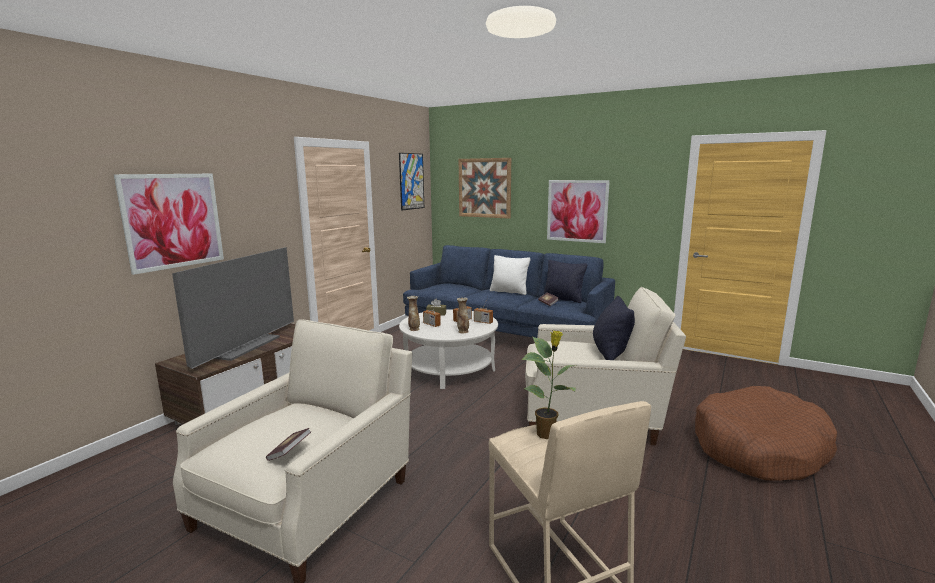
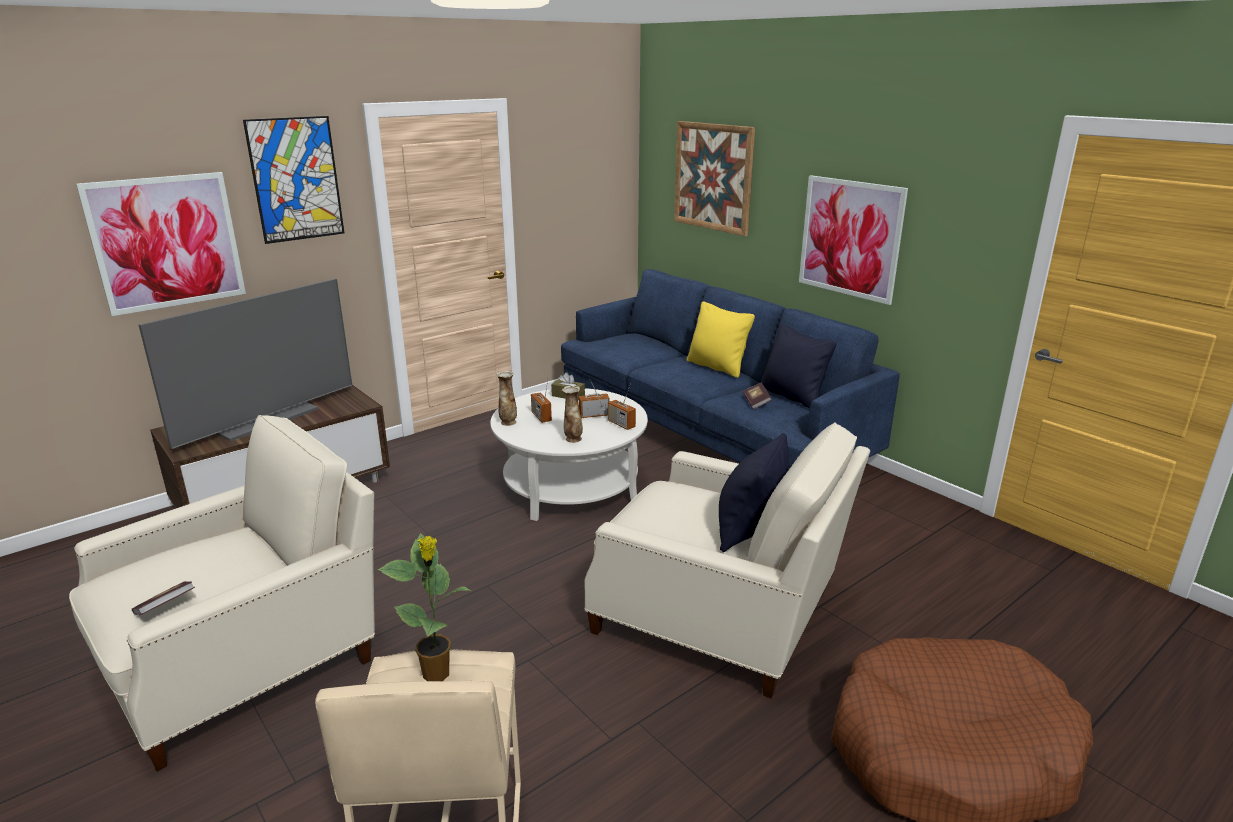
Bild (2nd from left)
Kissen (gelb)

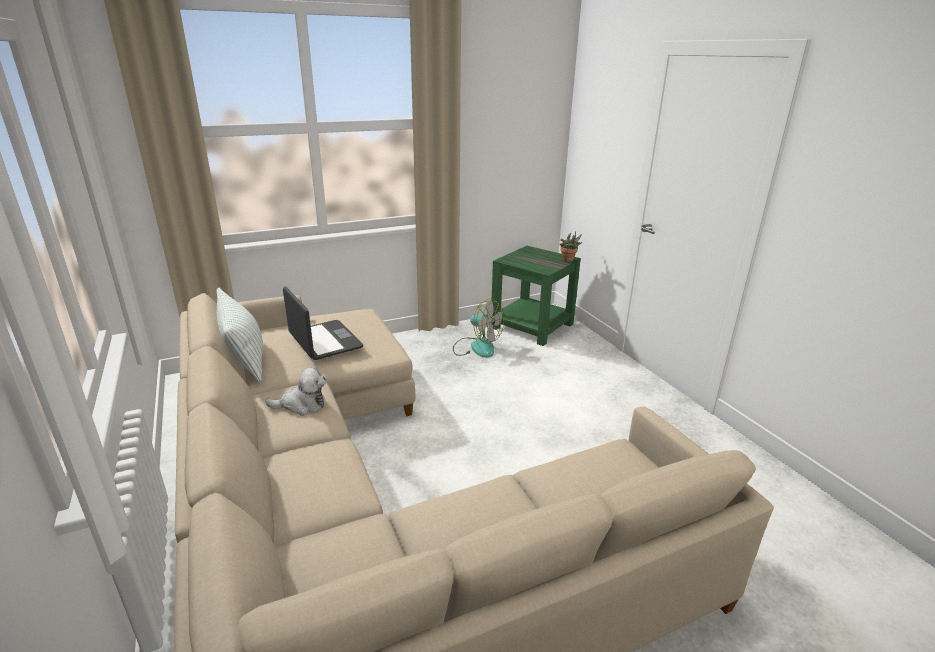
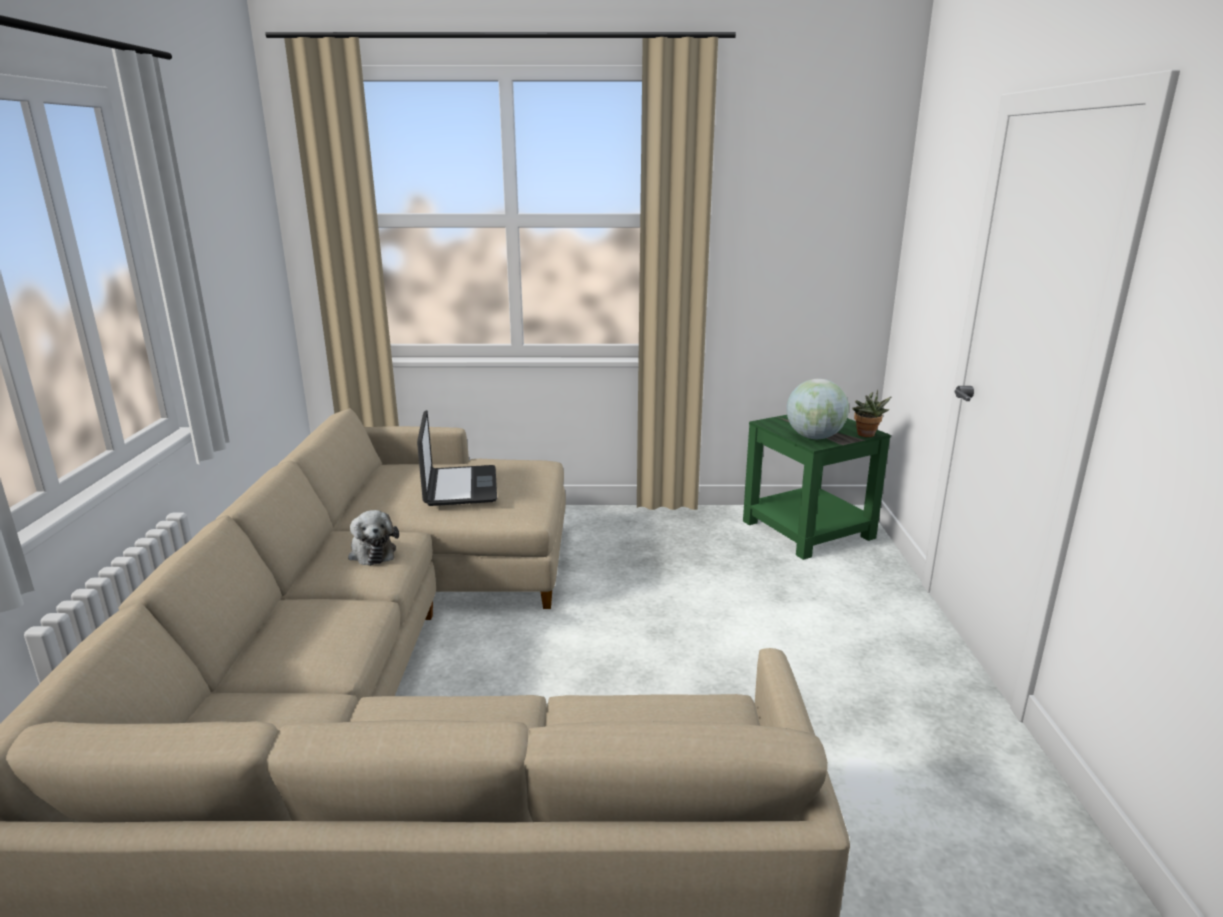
Plüschtier
Globus
Kissen
Ventilator

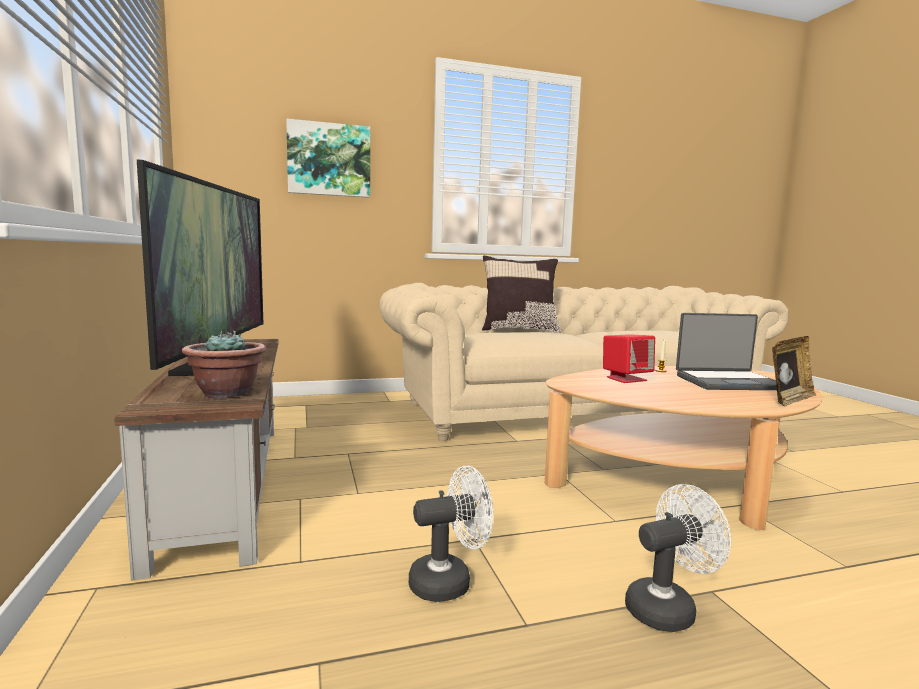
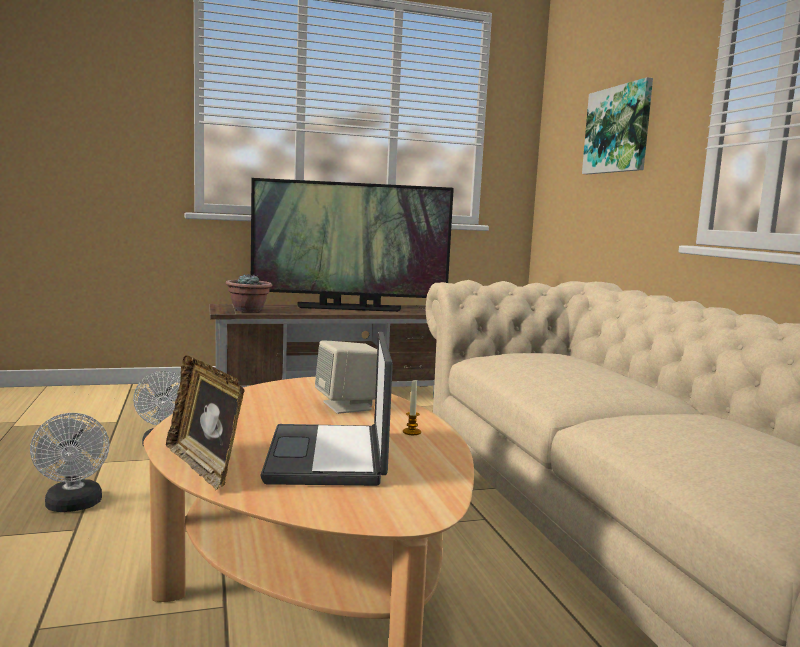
Lautsprecher (beige)
Kissen

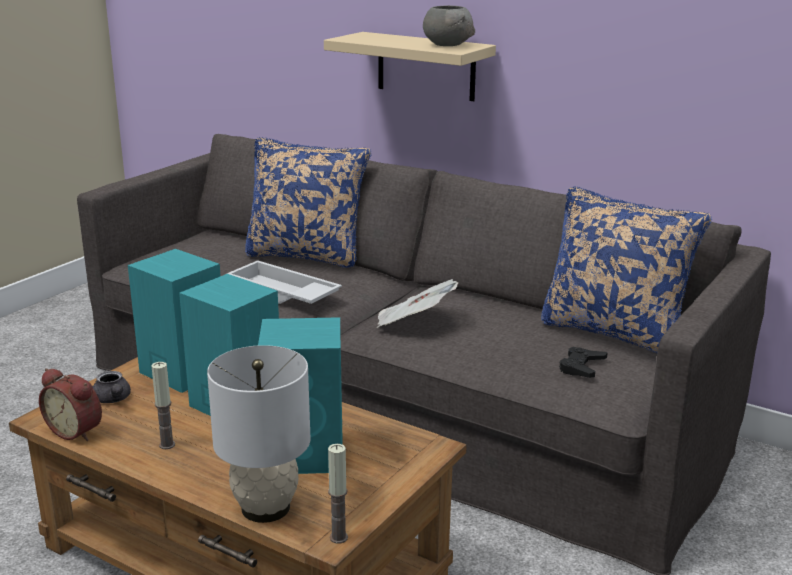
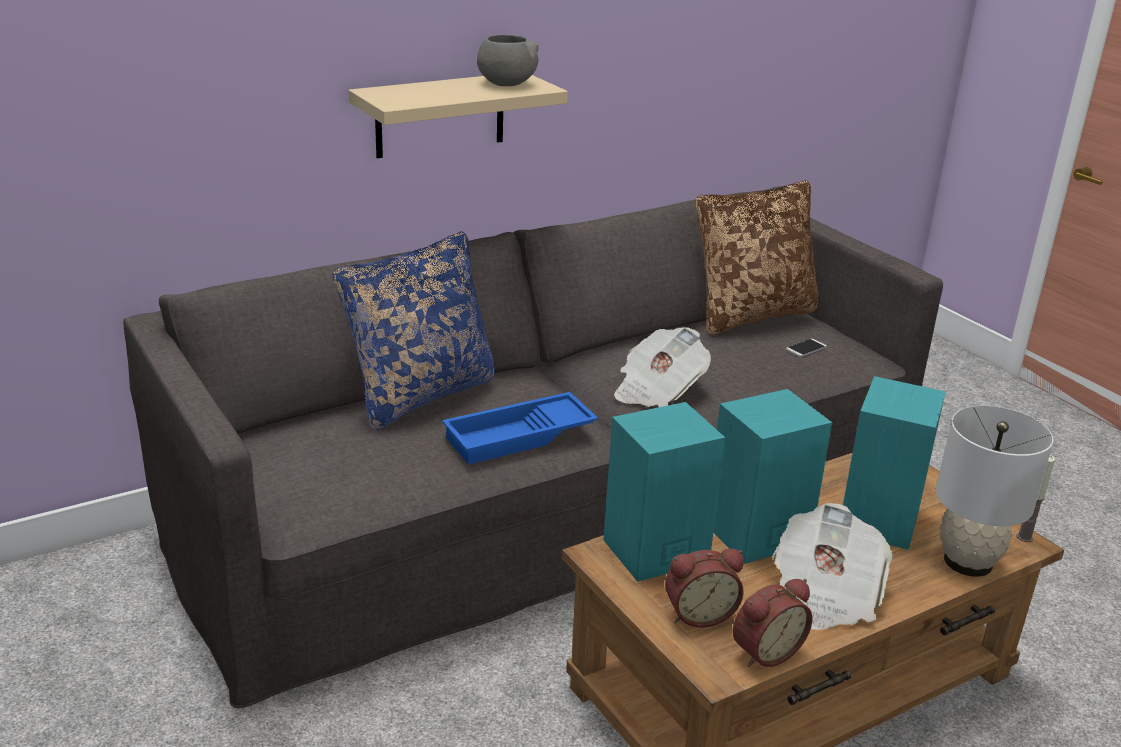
Tablett (blau)
Wecker (1st from left)
Kissen (braun)
Zeitung (2nd from left)
Handy

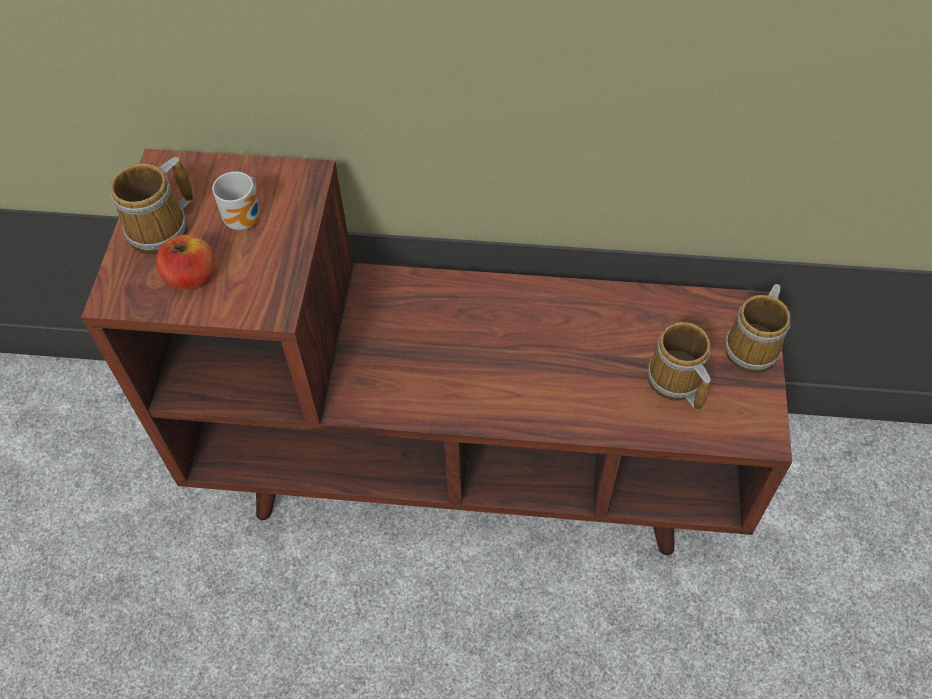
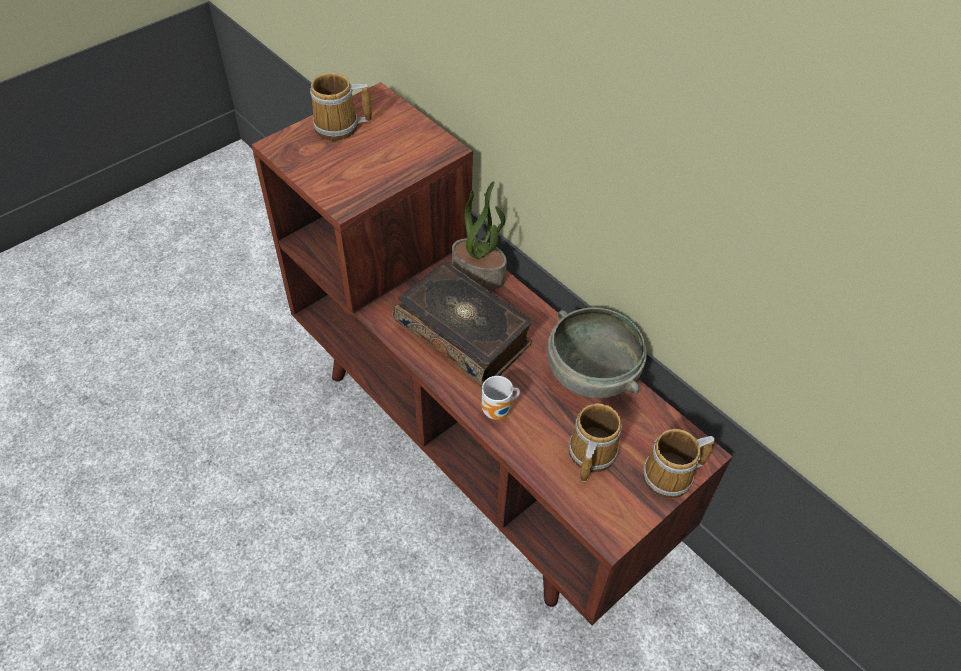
Buch
Topfpflanze
Henkelbecher (2nd from left)
Schüssel (grau)
Apfel

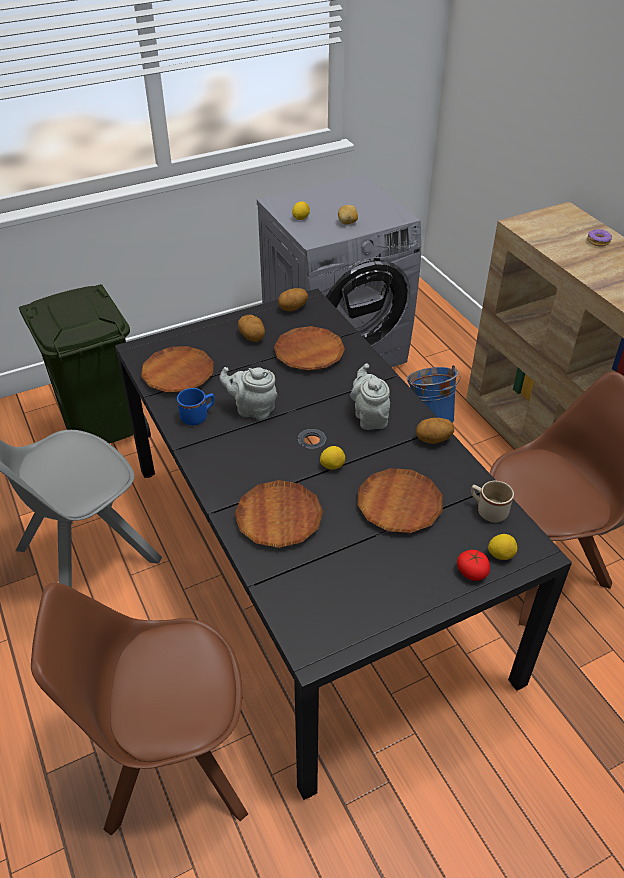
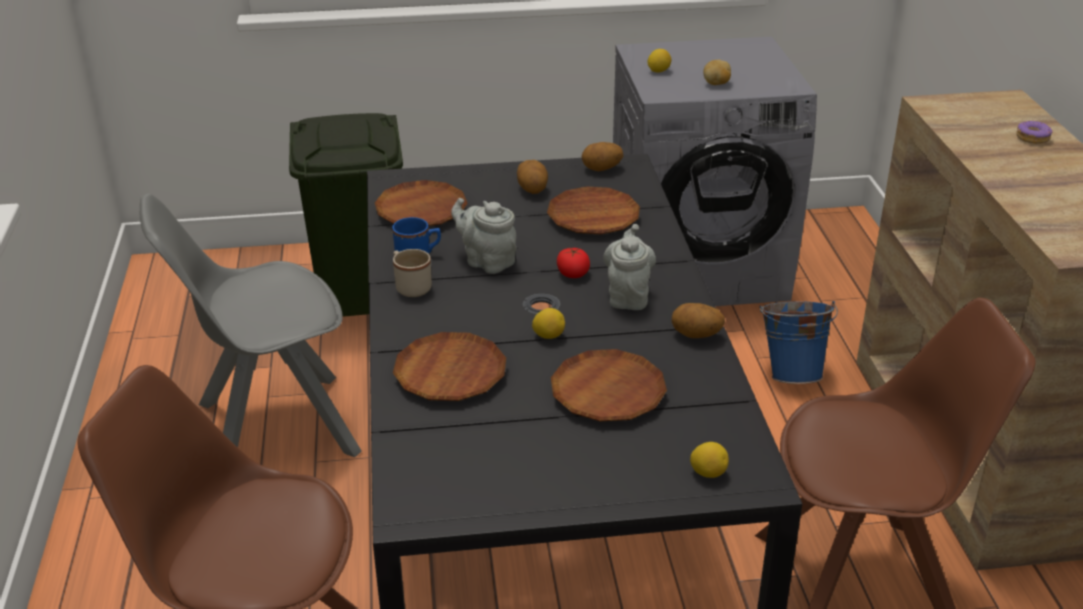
Henkelbecher (beige)
Tomate

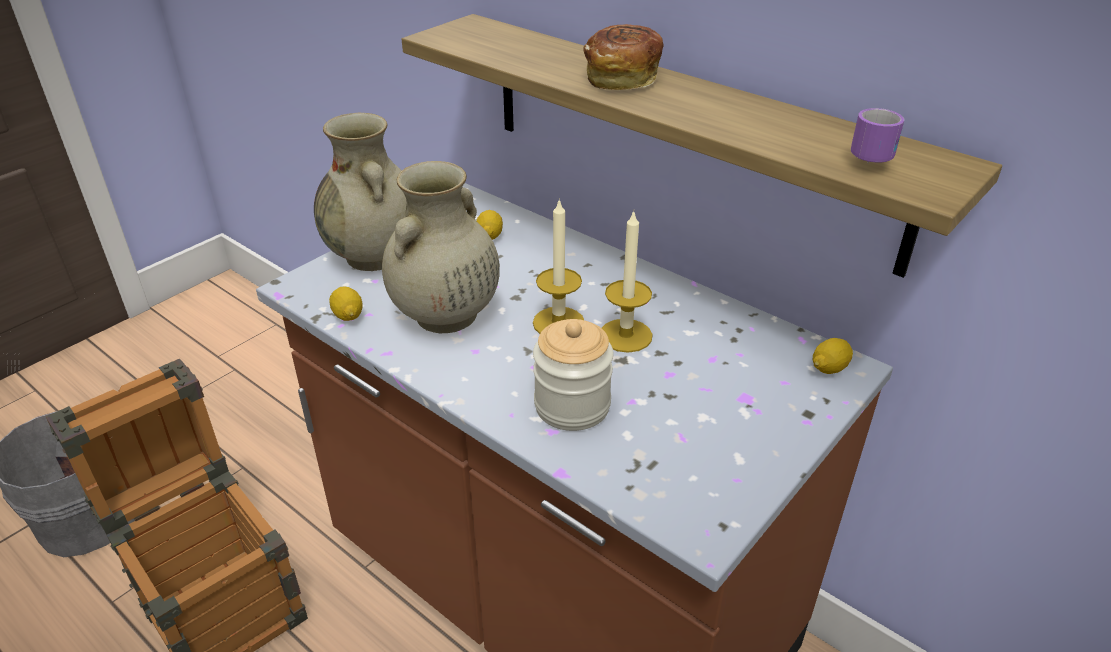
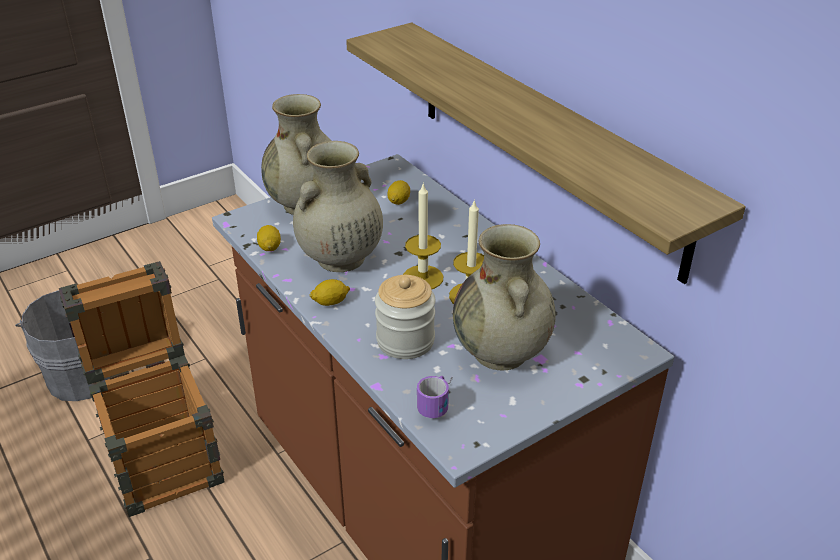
Zitrone (2nd from left)
Henkelbecher
Vase (beige) (3rd from left)
Brot

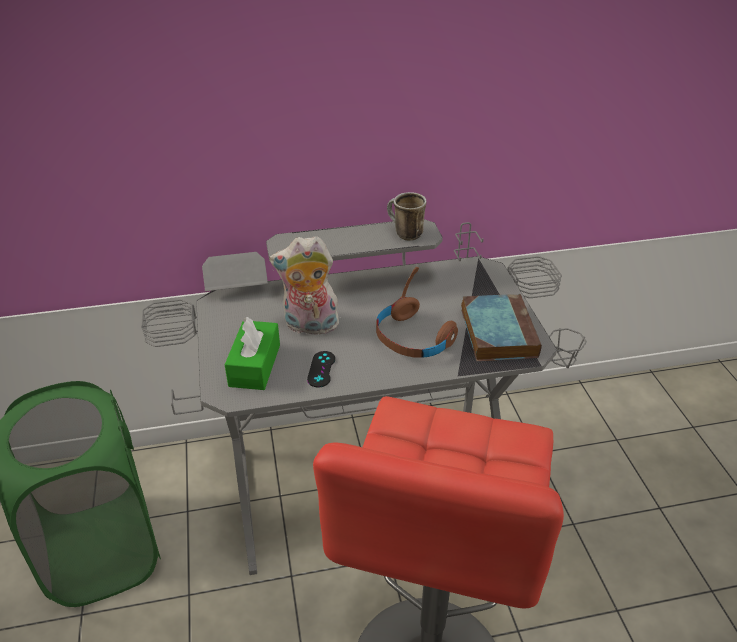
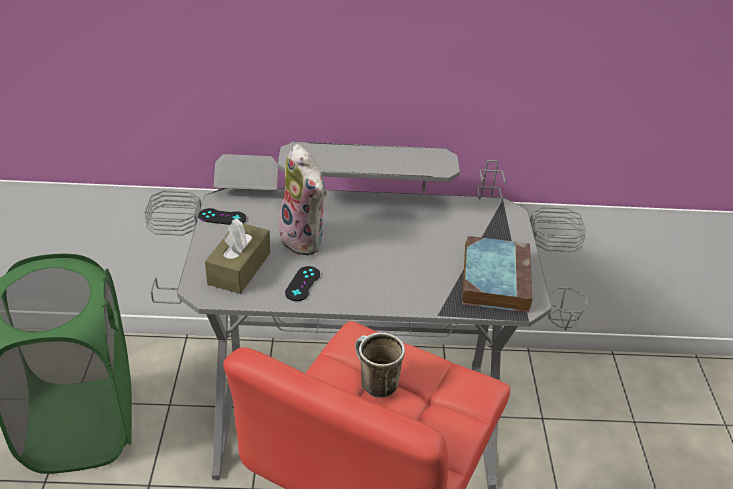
Gamepad (schwarz) (1st from left)
Taschentuchbox (braun)
Plüschtier
Henkelbecher
Kopfhörer (braun)

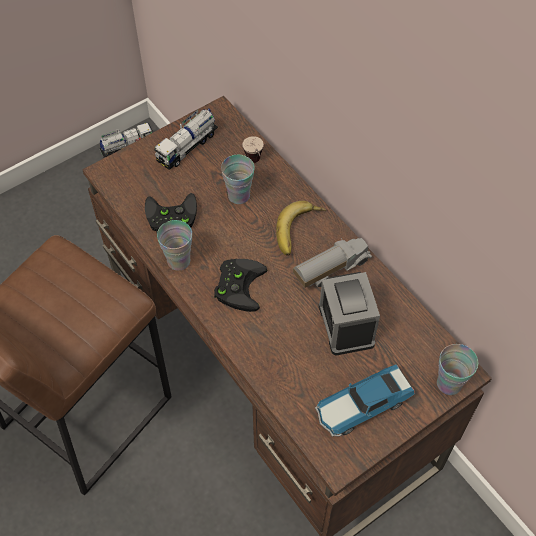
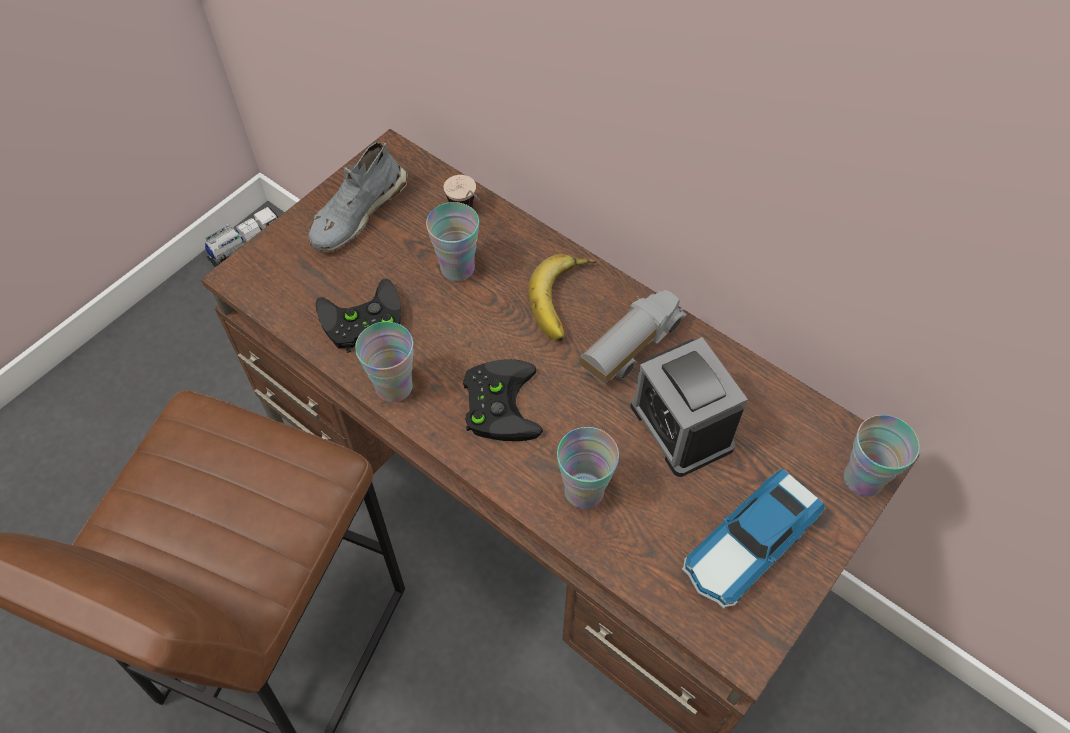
Schuh (grau)
Tasse (4th from left)

